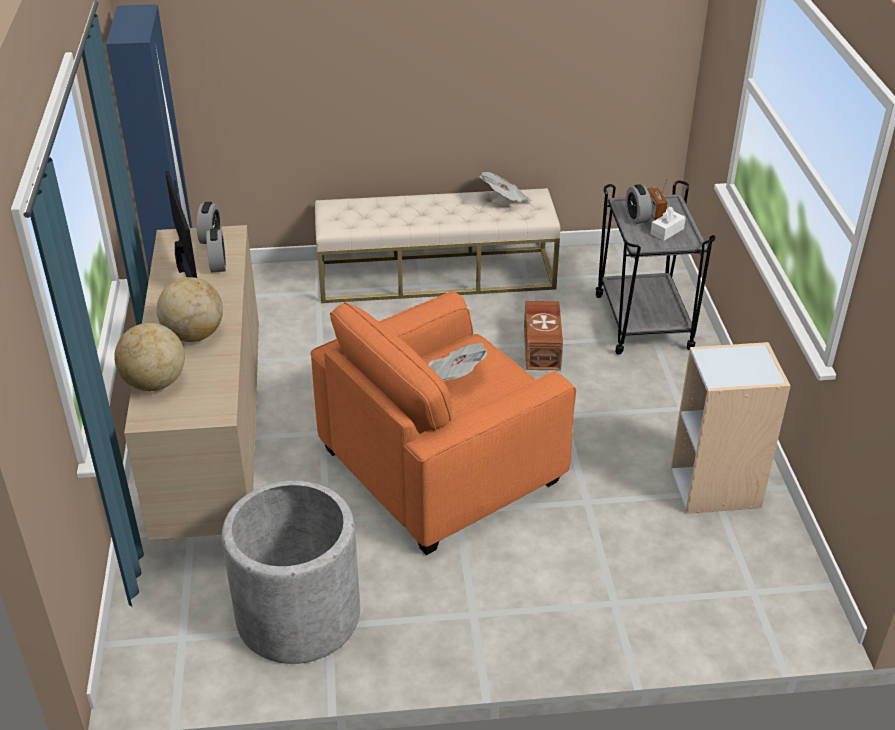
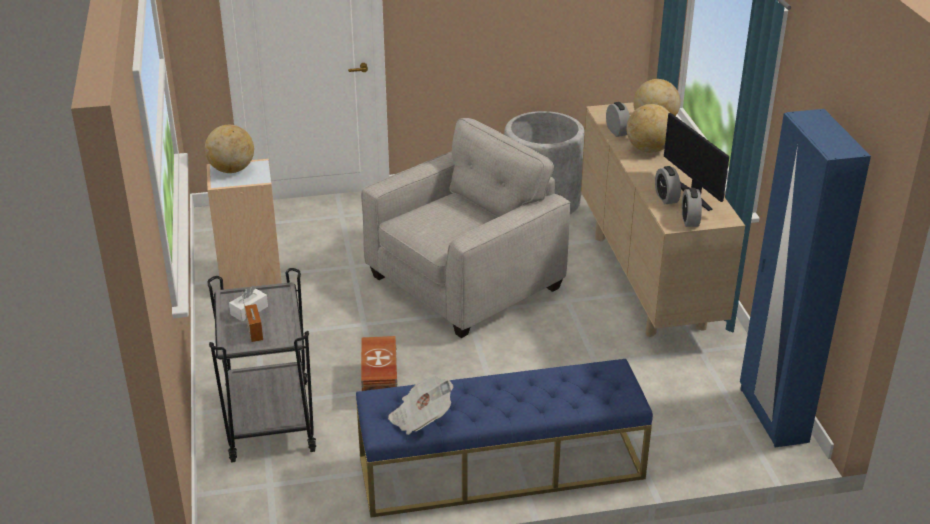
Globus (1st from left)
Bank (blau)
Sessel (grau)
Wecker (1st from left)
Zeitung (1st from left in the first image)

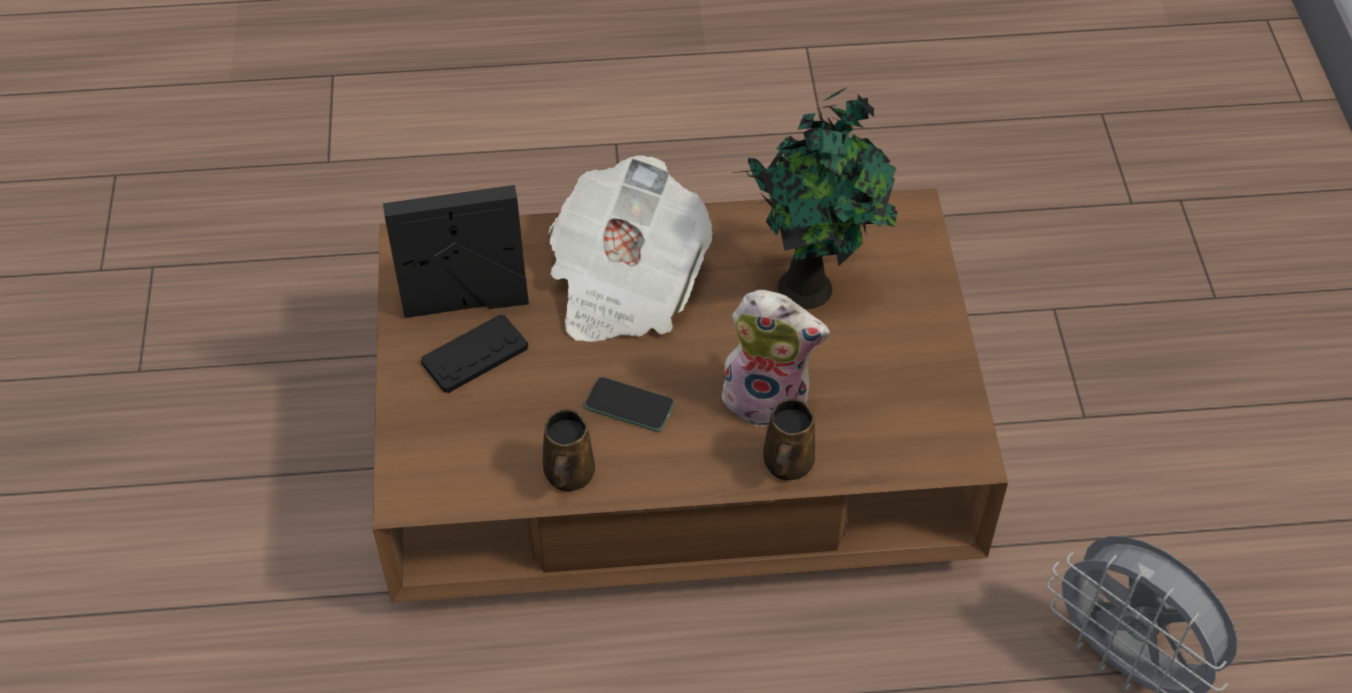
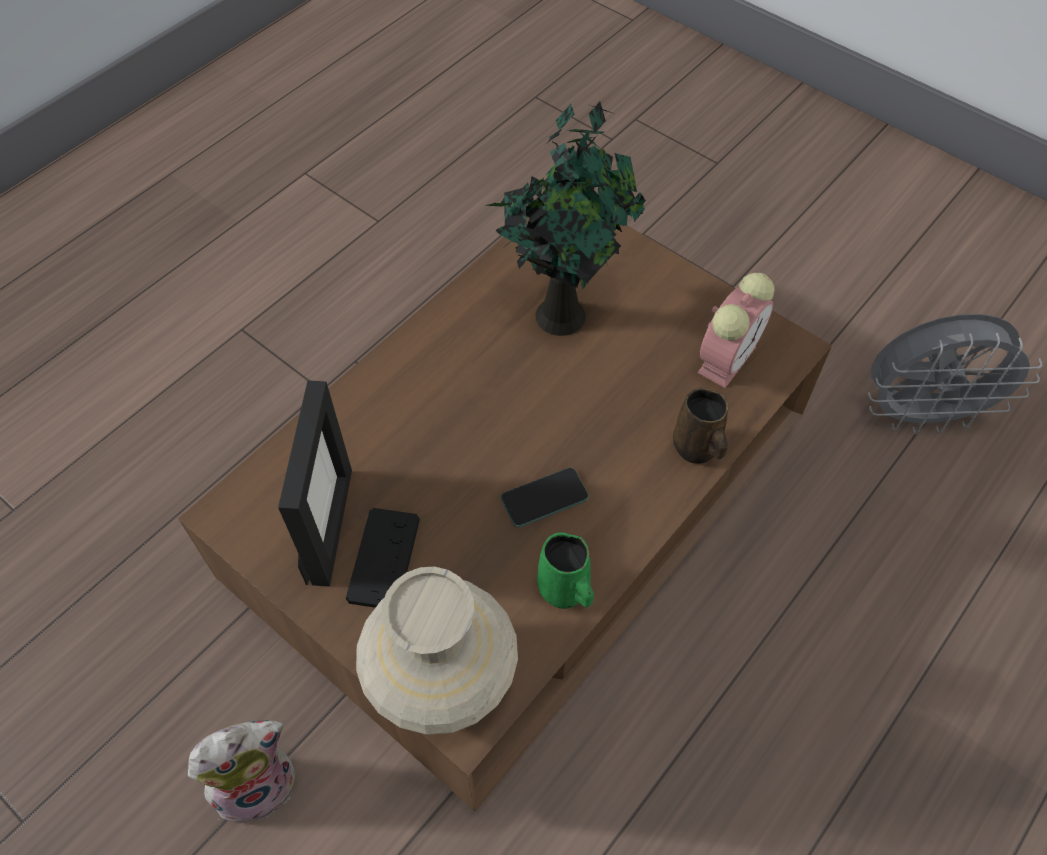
Plüschtier
Bilderrahmen
Vase (beige)
Henkelbecher (grün)
Wecker
Zeitung

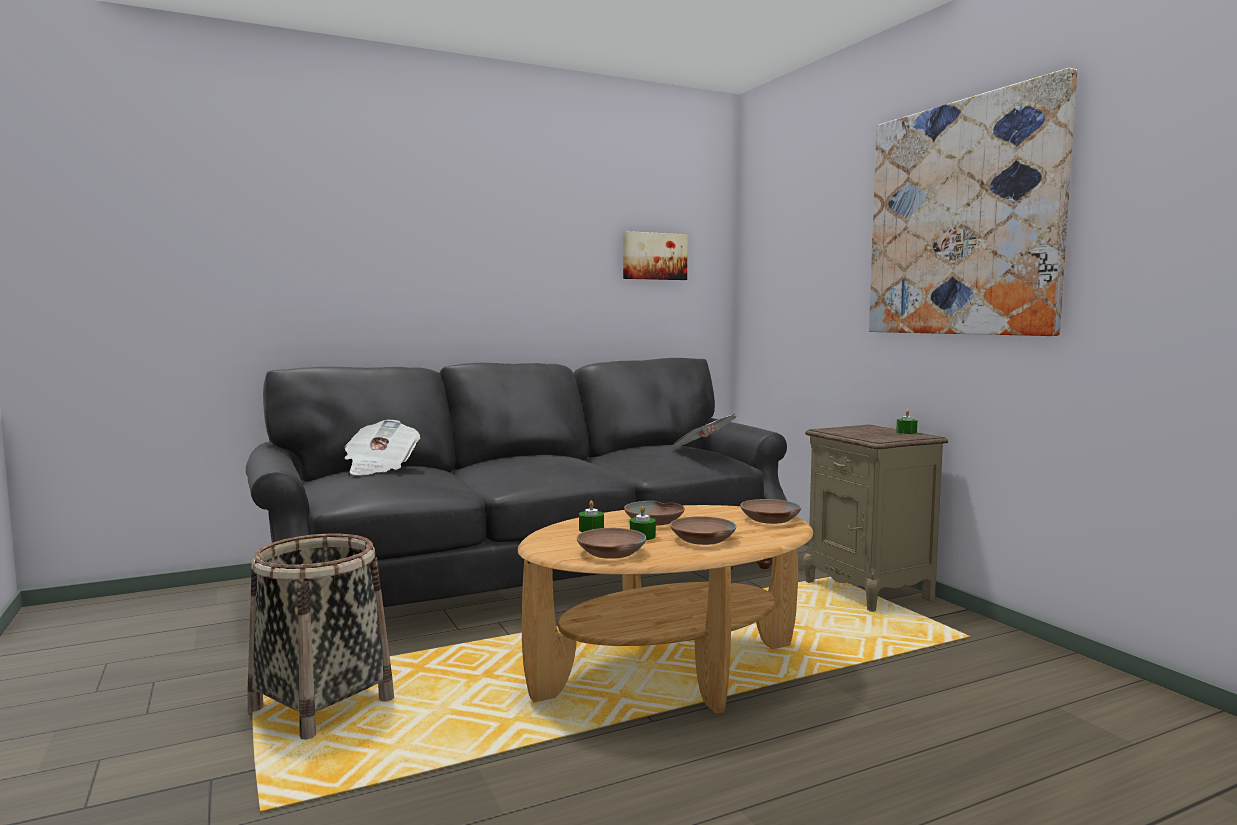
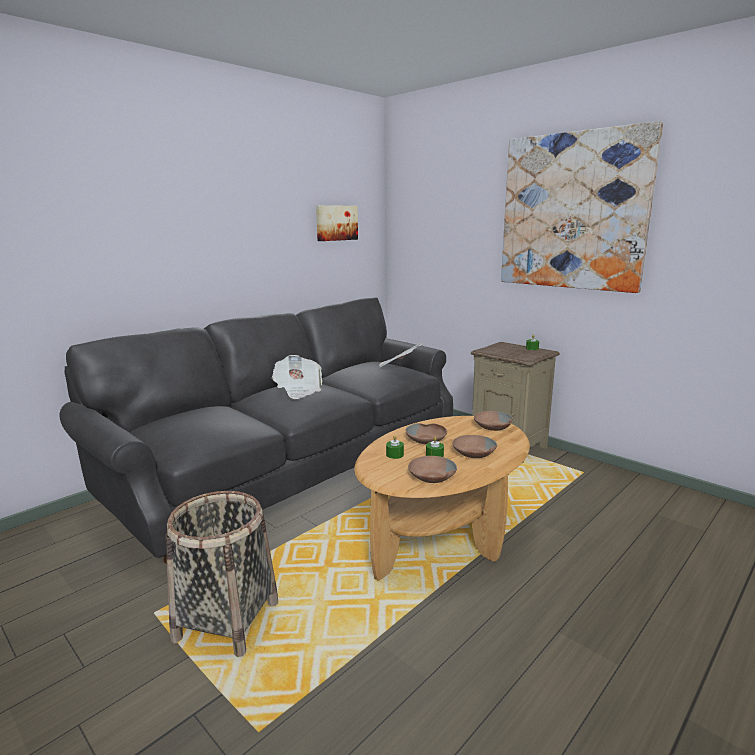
Zeitung (1st from left)

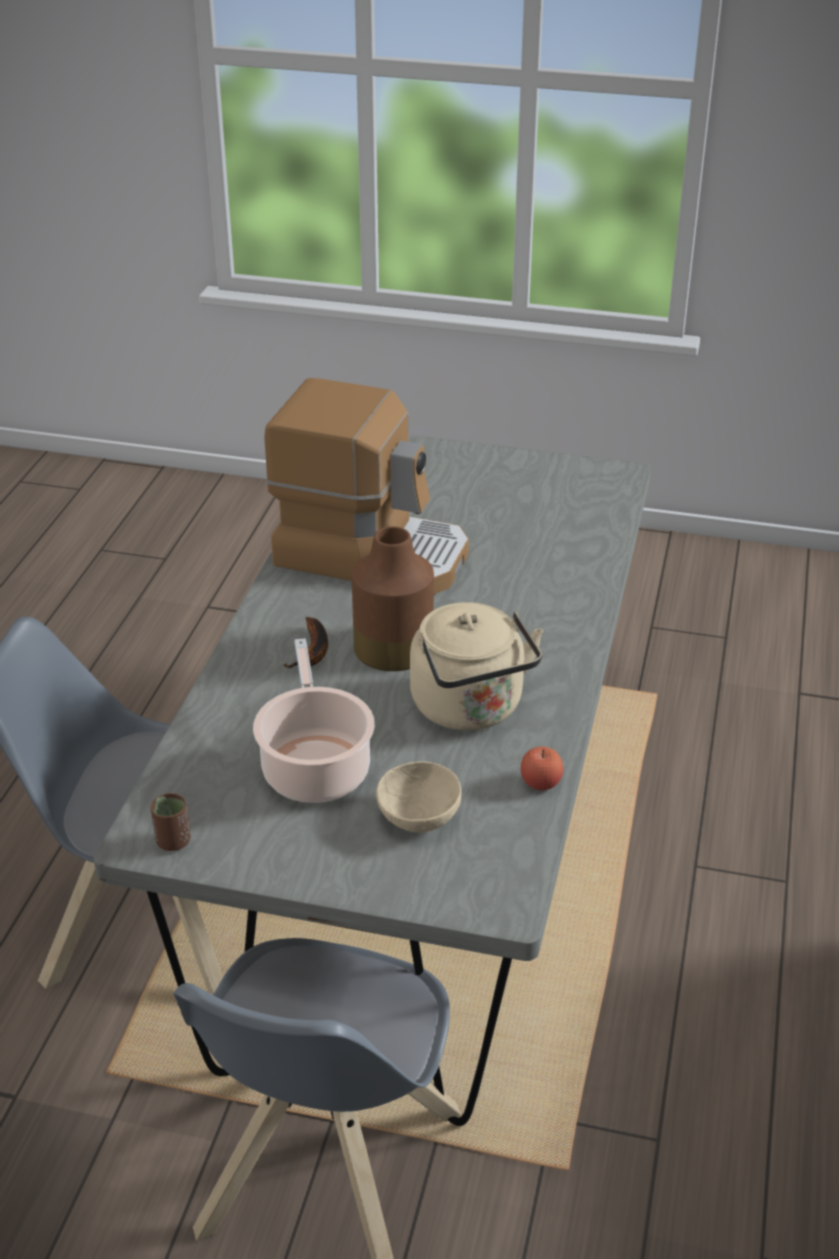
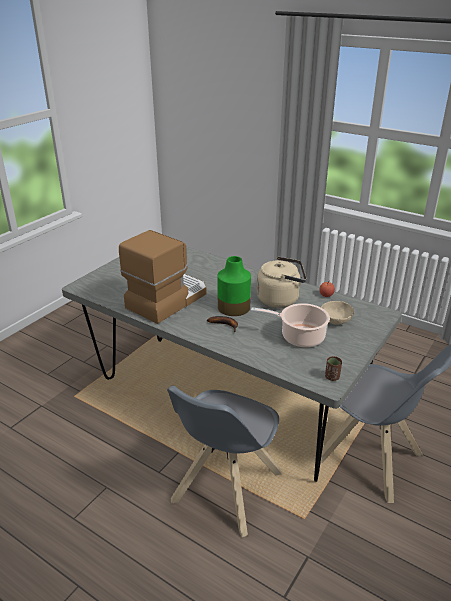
Vase (grün)

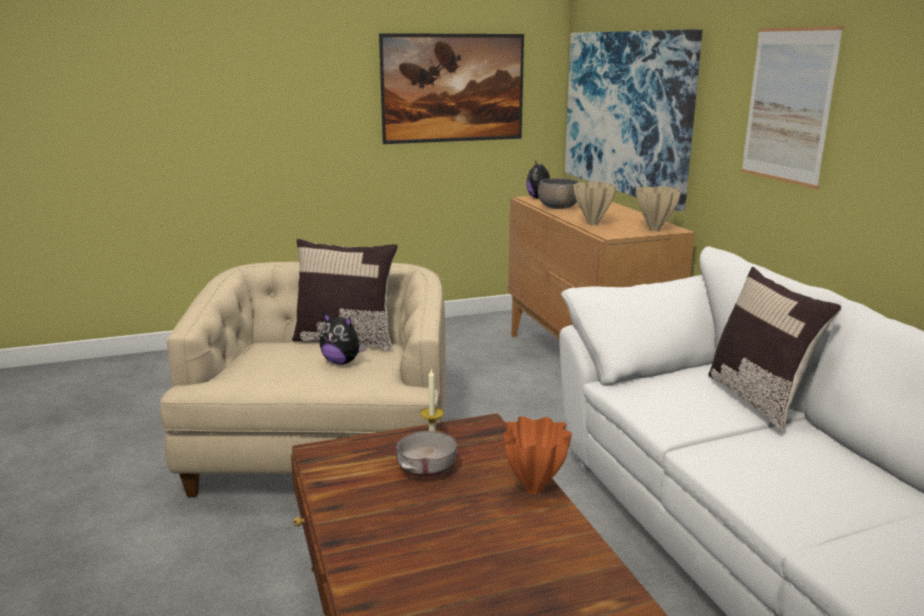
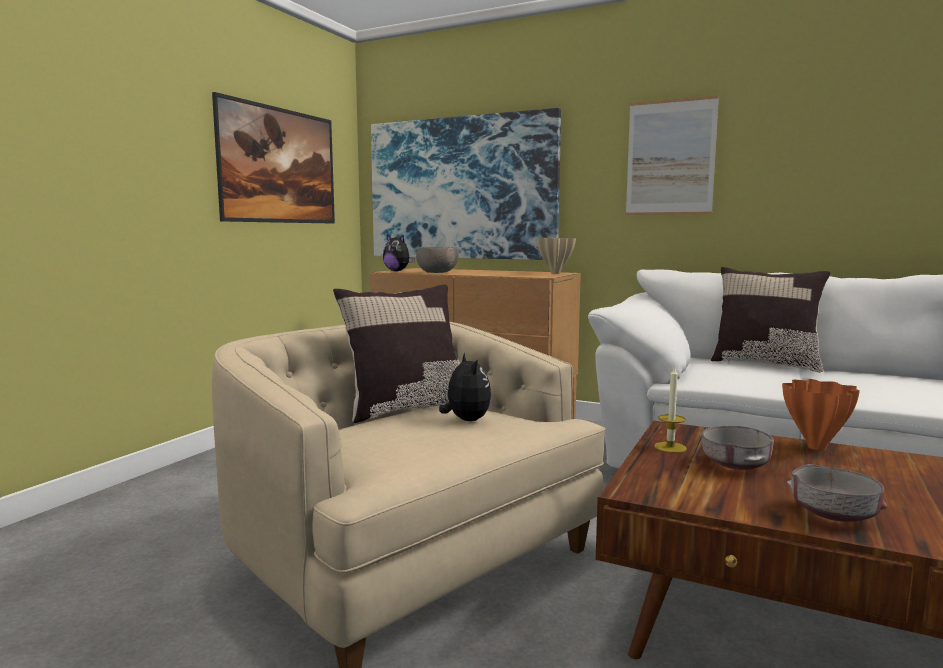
Plüschtier (2nd from left)
Schüssel (grau) (3rd from left)
Vase (beige) (1st from left in the first image)

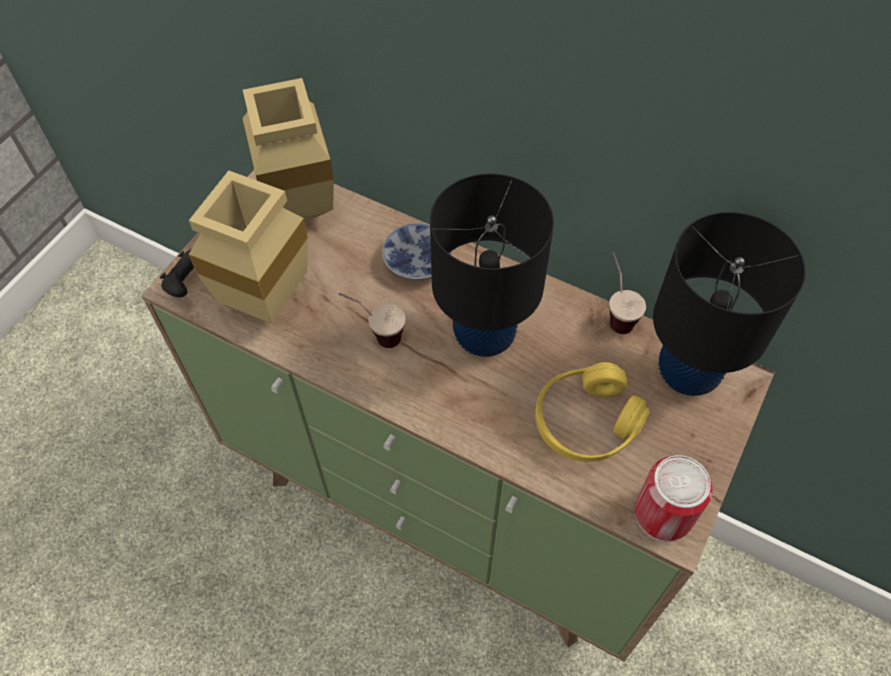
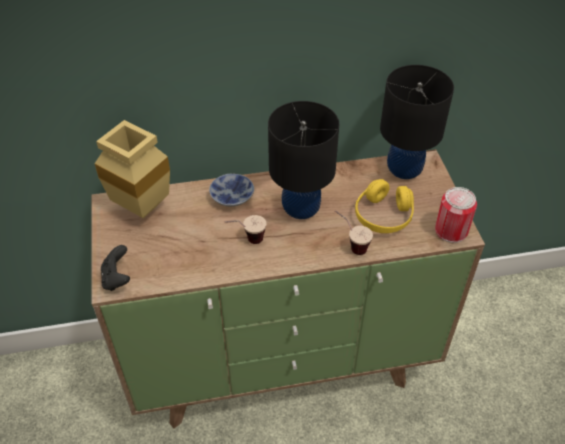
Tasse (2nd from left)
Vase (beige) (1st from left in the first image)

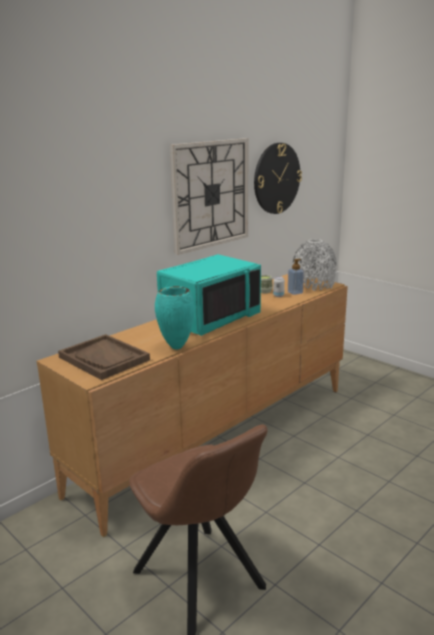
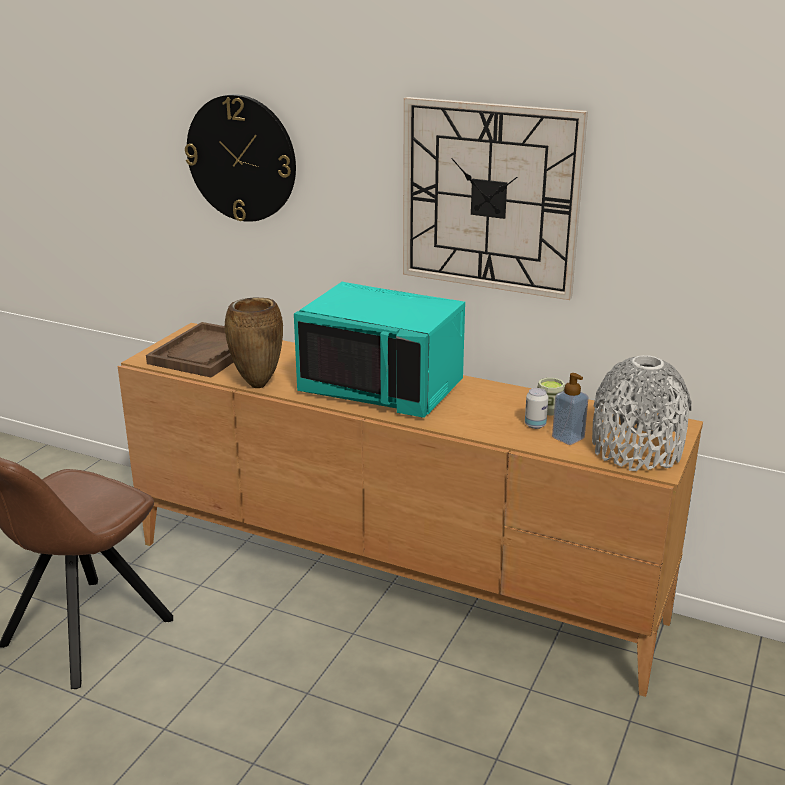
Wanduhr (1st from left)
Vase (braun)

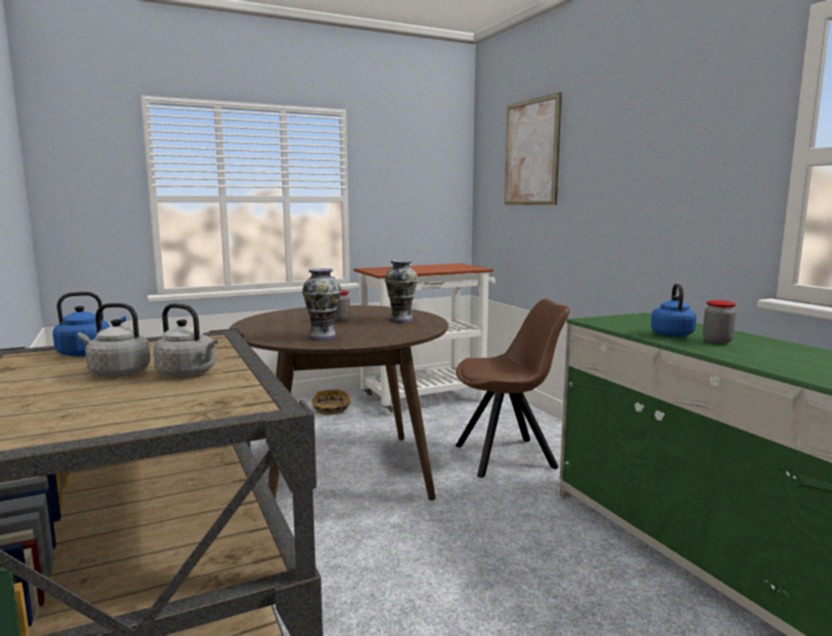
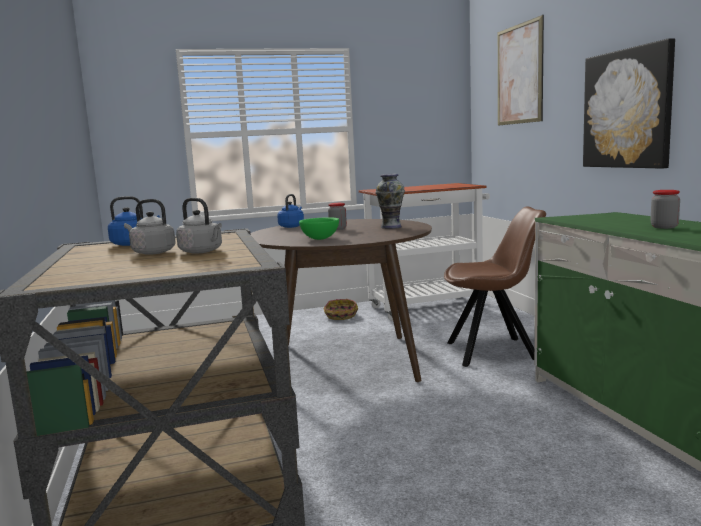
Wasserkessel (blau) (2nd from left)
Schüssel (grün)
Bild (2nd from left)

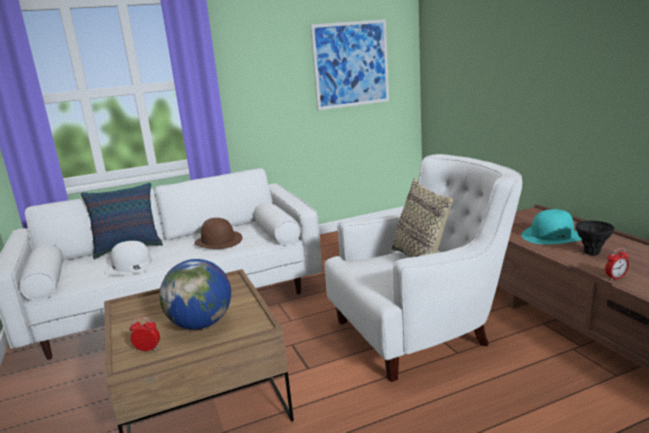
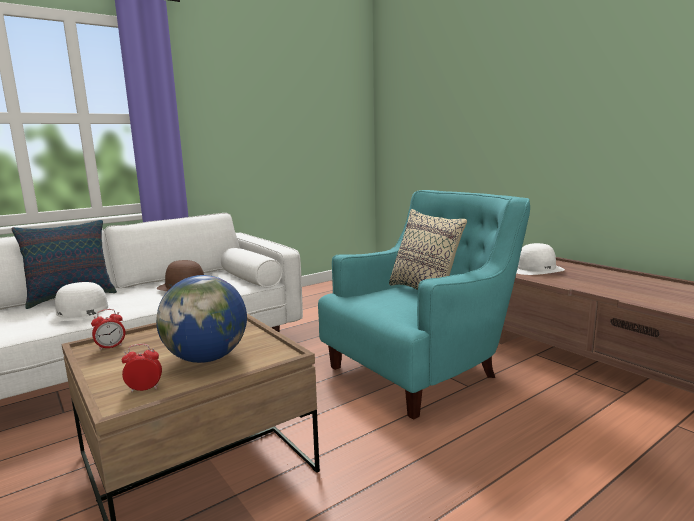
Wecker (1st from left)
Sessel (türkis)
Hut (weiß) (2nd from left)
Bild
Vase (schwarz)

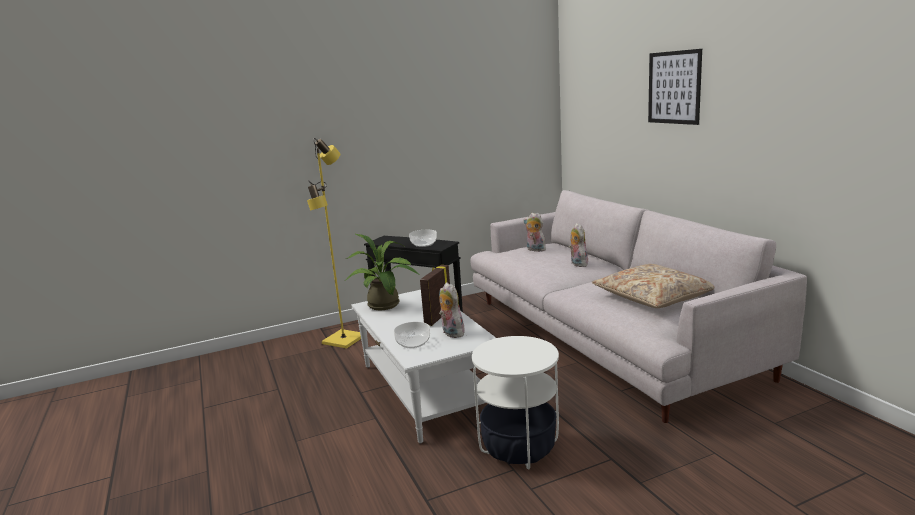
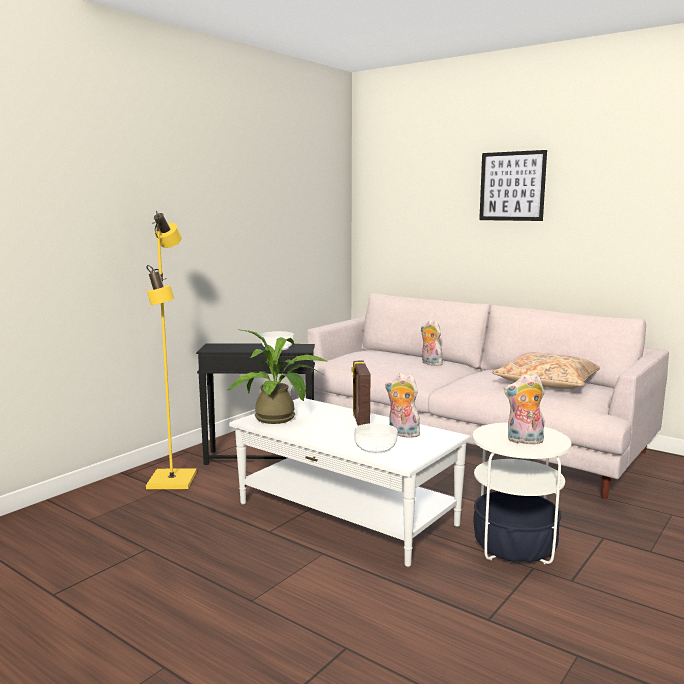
Plüschtier (3rd from left)

